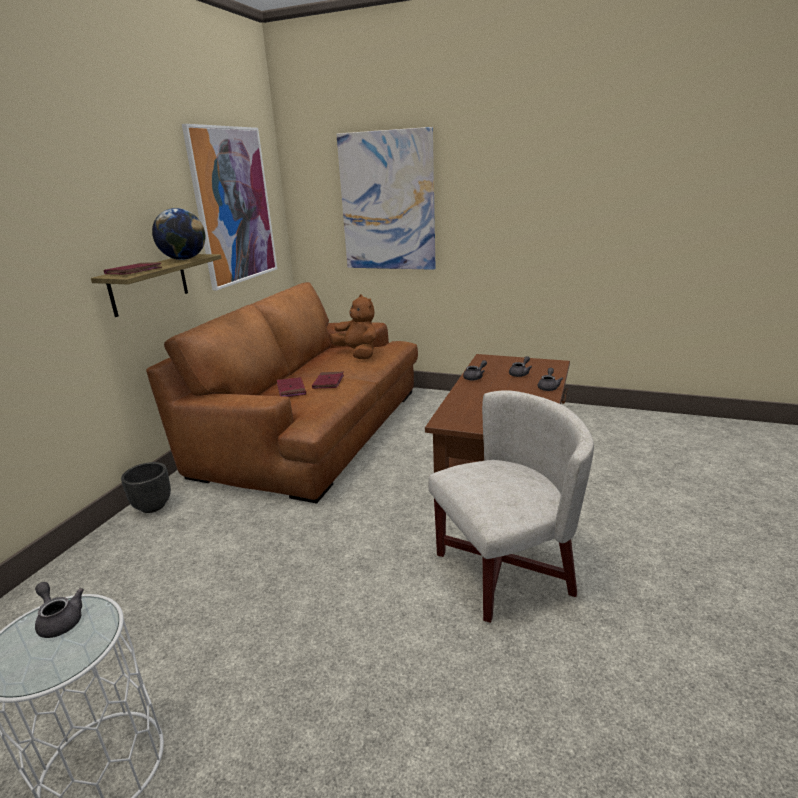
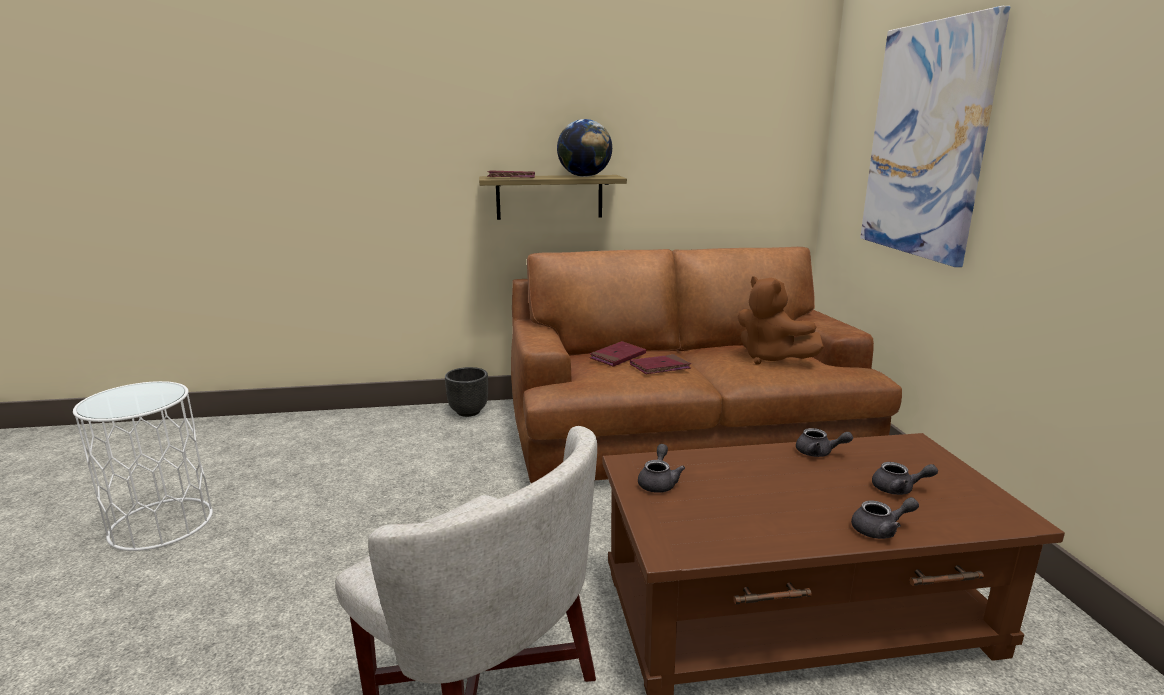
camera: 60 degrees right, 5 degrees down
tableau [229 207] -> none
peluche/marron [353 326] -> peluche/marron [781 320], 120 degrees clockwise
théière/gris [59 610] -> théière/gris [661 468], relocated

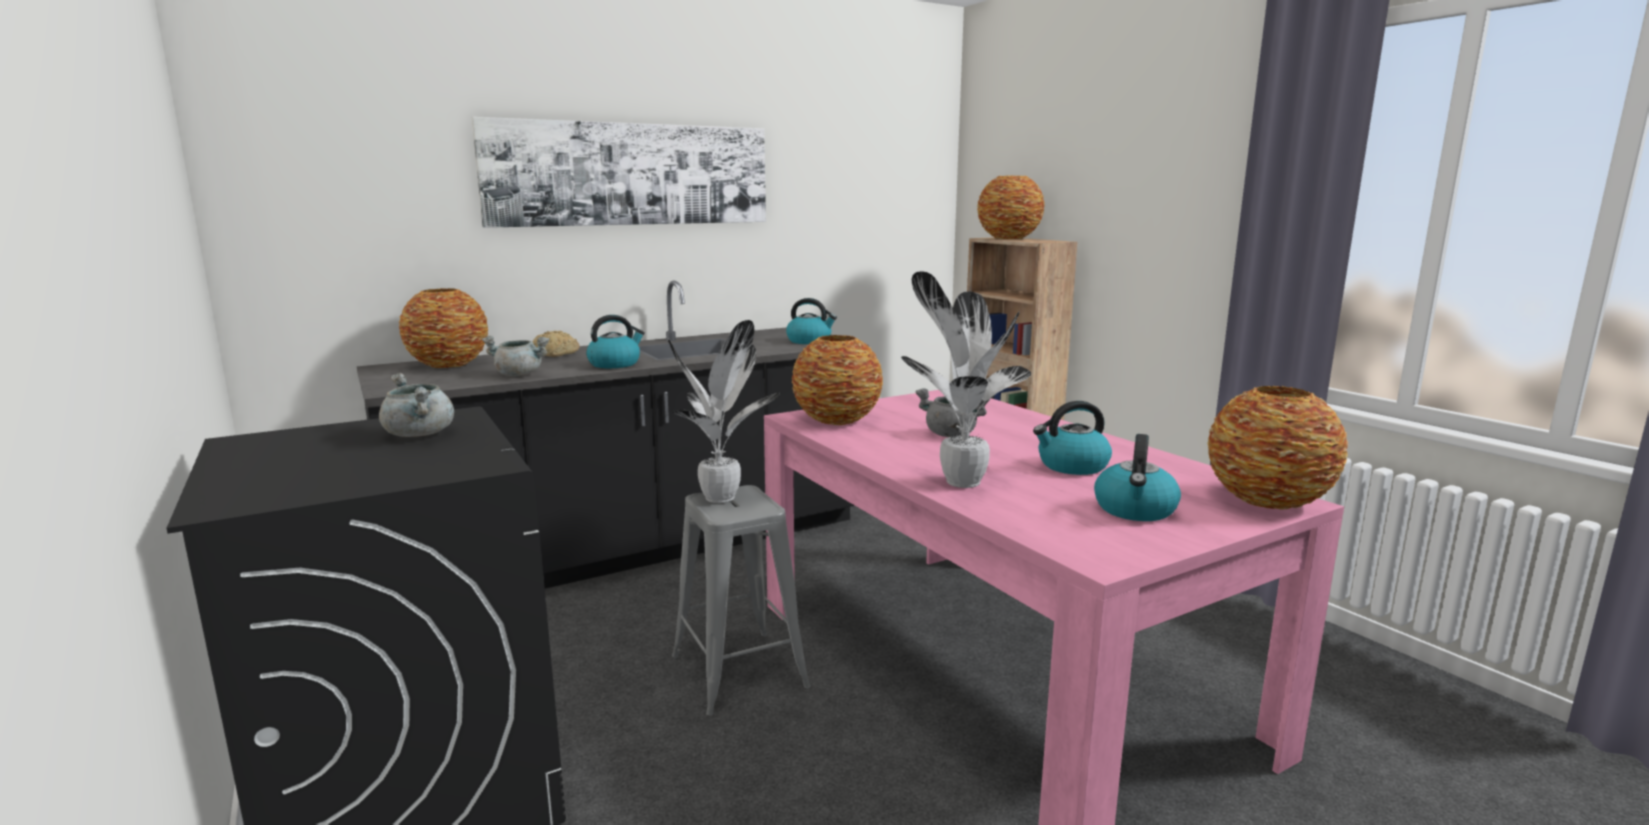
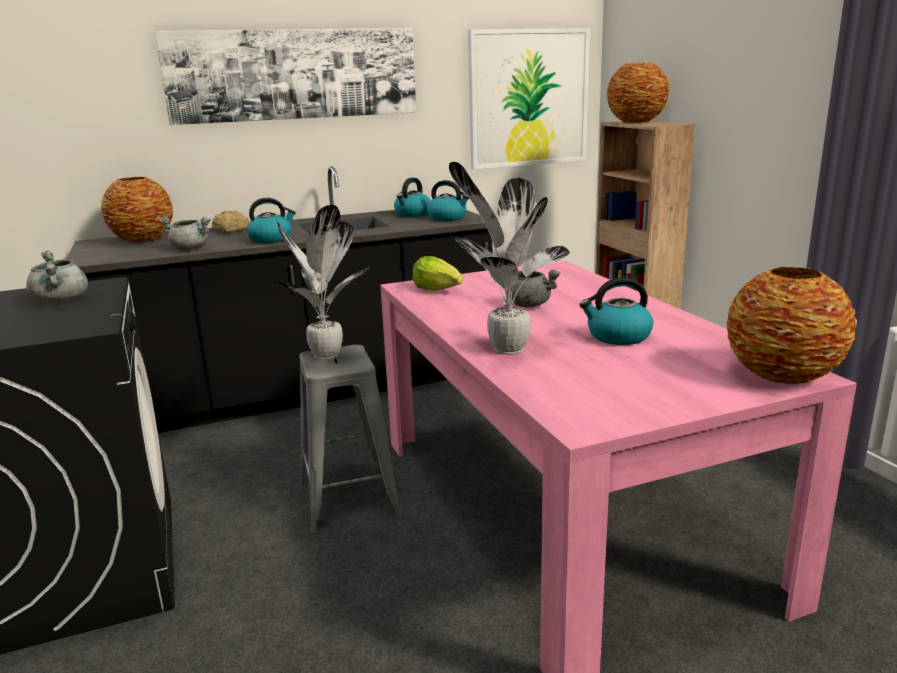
camera: 10 degrees right, 5 degrees up
vase [837 380] -> laitue [438 273]
bouilloire [1137 477] -> bouilloire [412 197], relocated
none -> tableau [529 98]

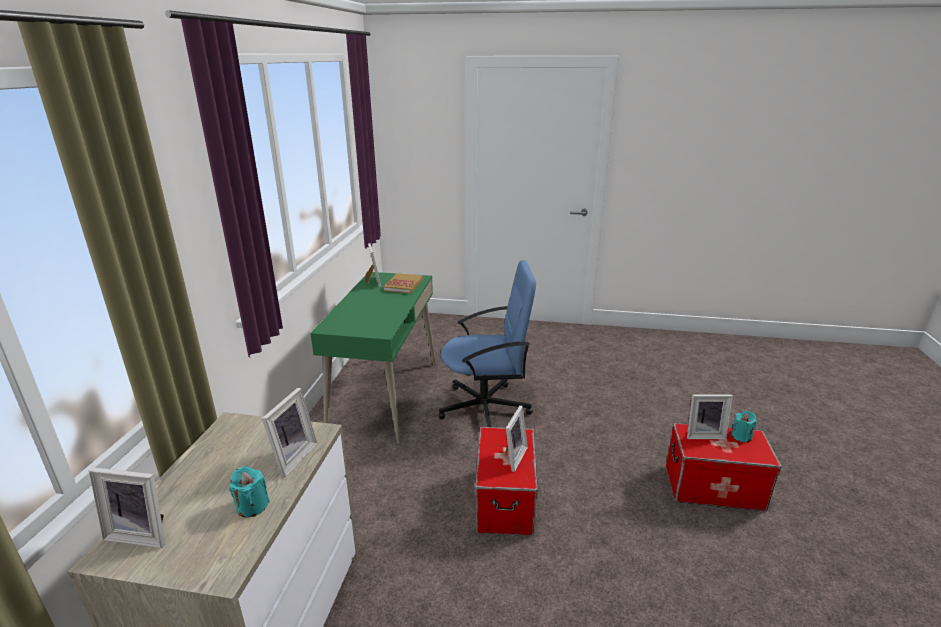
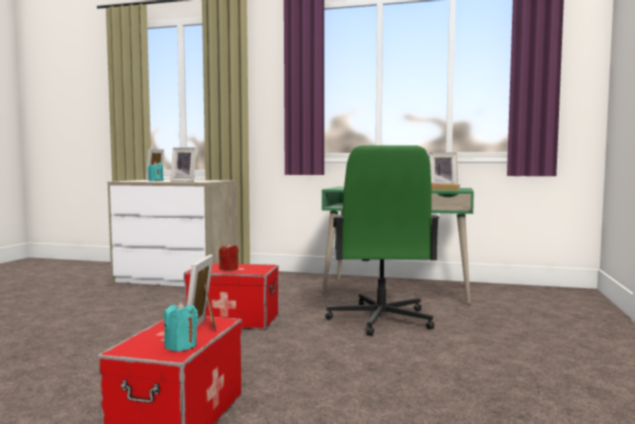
camera: 95 degrees right, 20 degrees down
chaise de bureau/bleu [487 343] -> chaise de bureau/vert [382 240]
cadre photo [516 438] -> bougie/rouge [228 257]

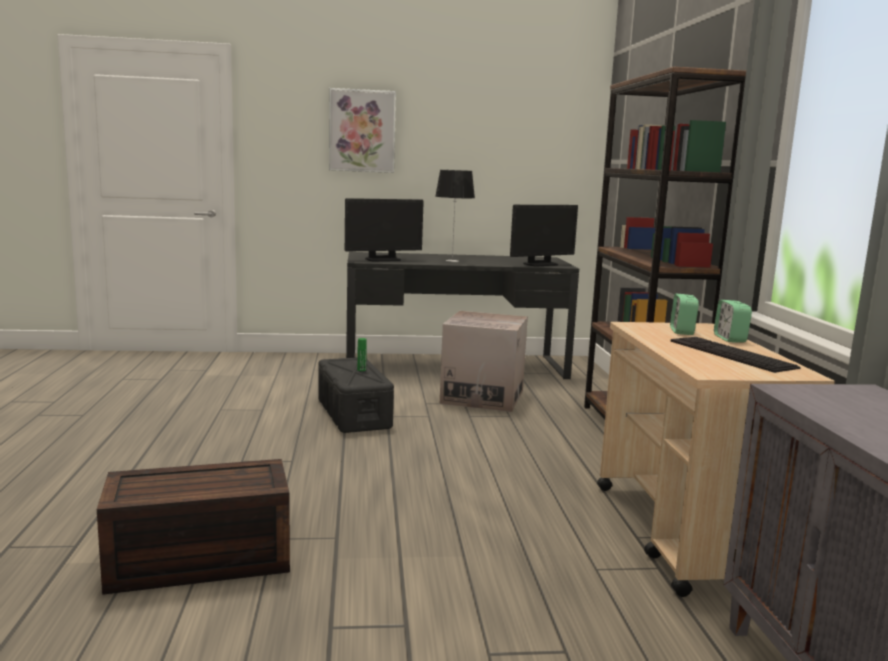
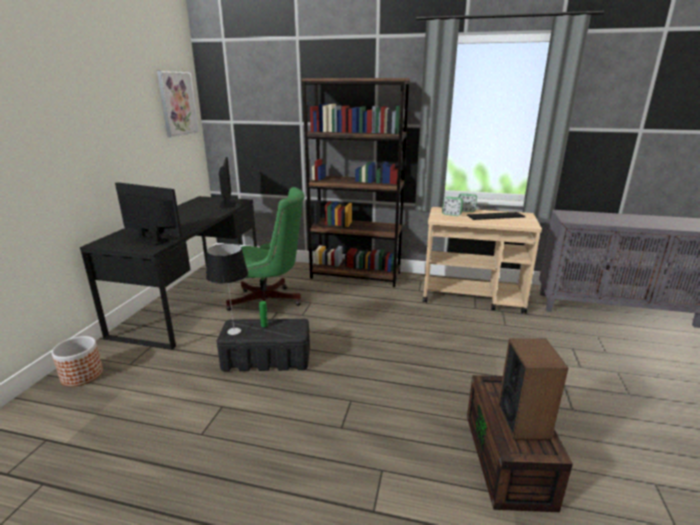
camera: 70 degrees left, 10 degrees up
tableau [362 130] -> tableau [178 104], relocated
lampe de table [455 216] -> lampe de table [227 289], relocated
écran d'ordinateur [384 229] -> écran d'ordinateur [148 214], 60 degrees counterclockwise
carton [484 361] -> chaise de bureau/vert [265 249]
none -> cache-pot [77 361]
none -> enceinte [533 389]

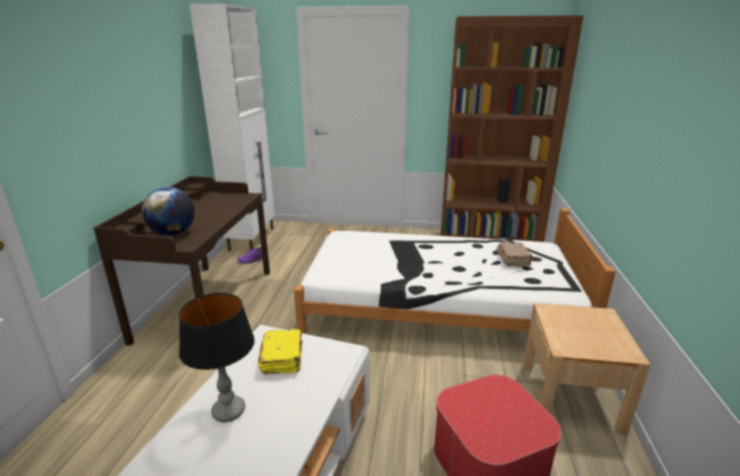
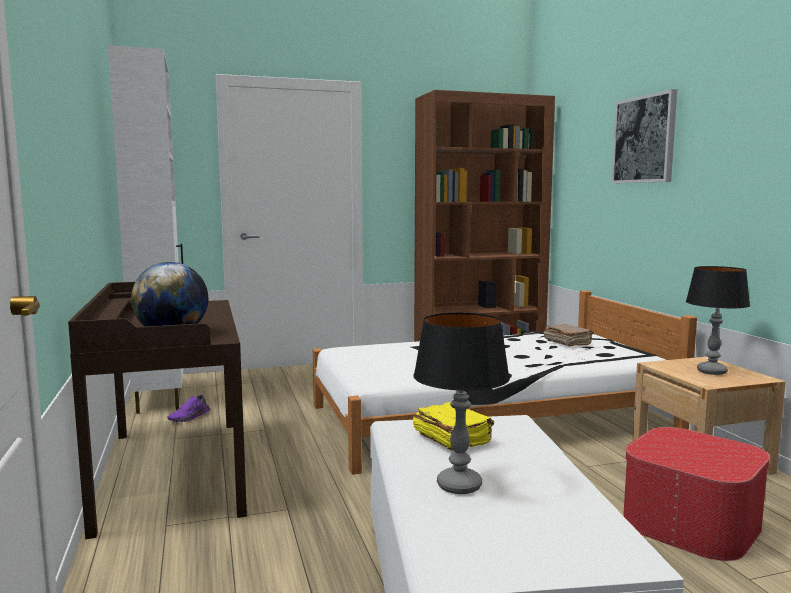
camera: 25 degrees left, 15 degrees down
none -> tableau [644 136]
none -> lampe de table [718 320]

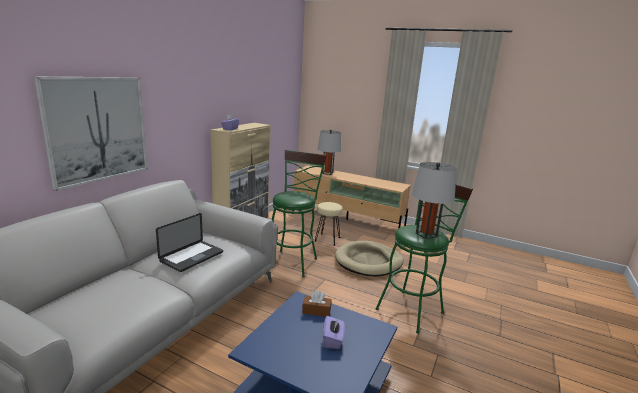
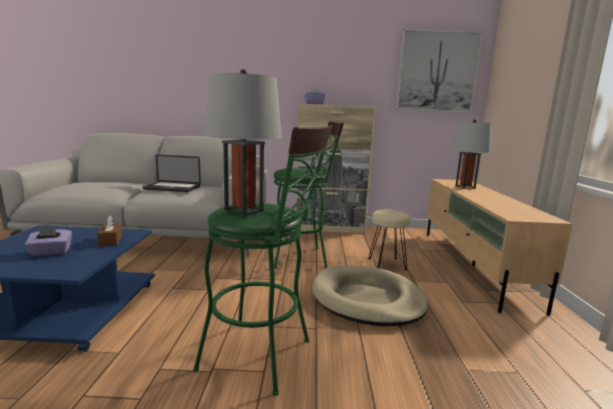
camera: 65 degrees right, 5 degrees down
tableau [91 134] -> tableau [439 71], relocated

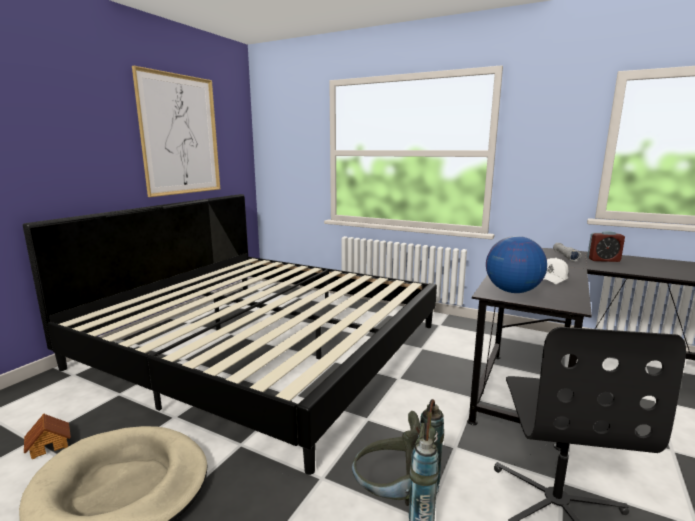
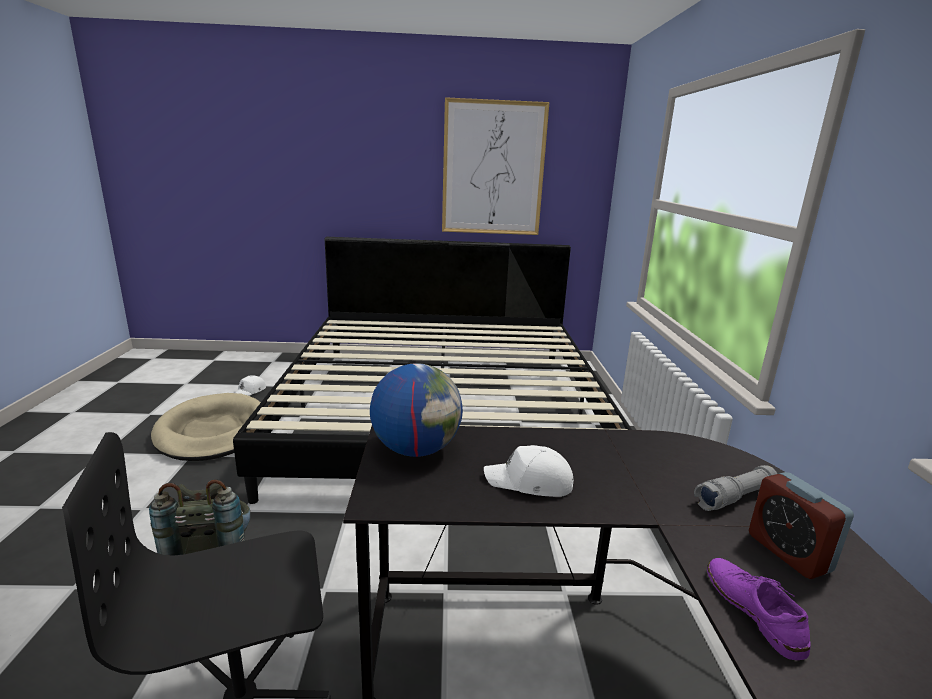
camera: 60 degrees right, 5 degrees up
maison miniature [47 436] -> casquette/blanc [250 385]
none -> chaussure/violet [759 609]

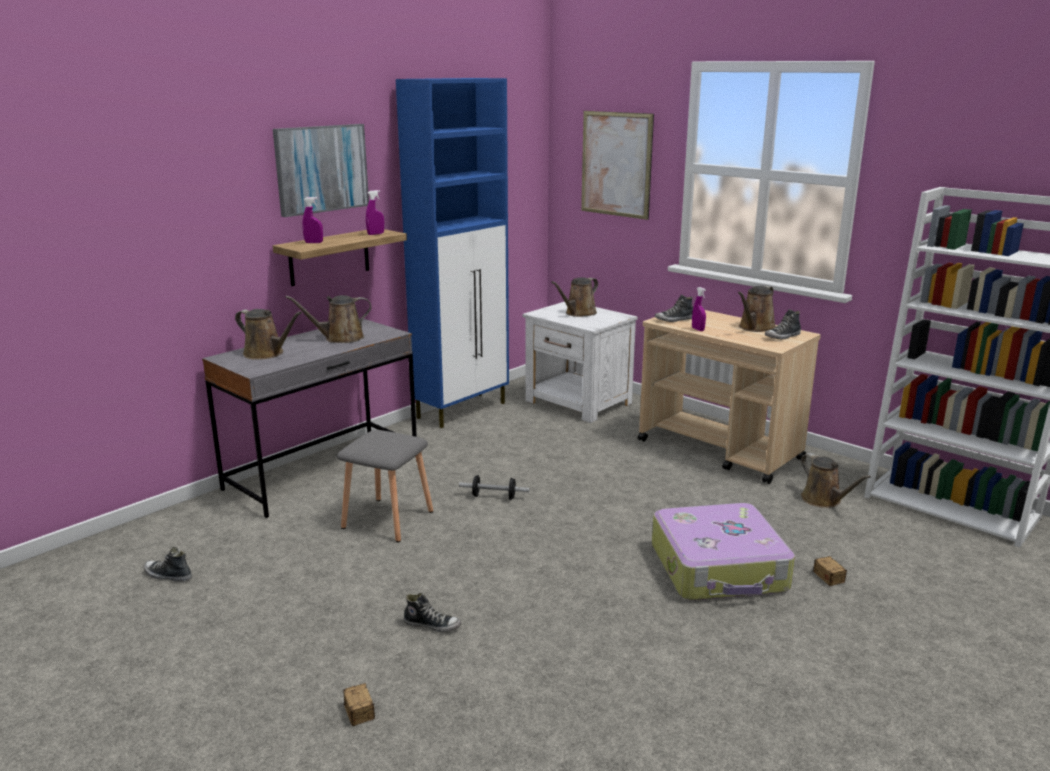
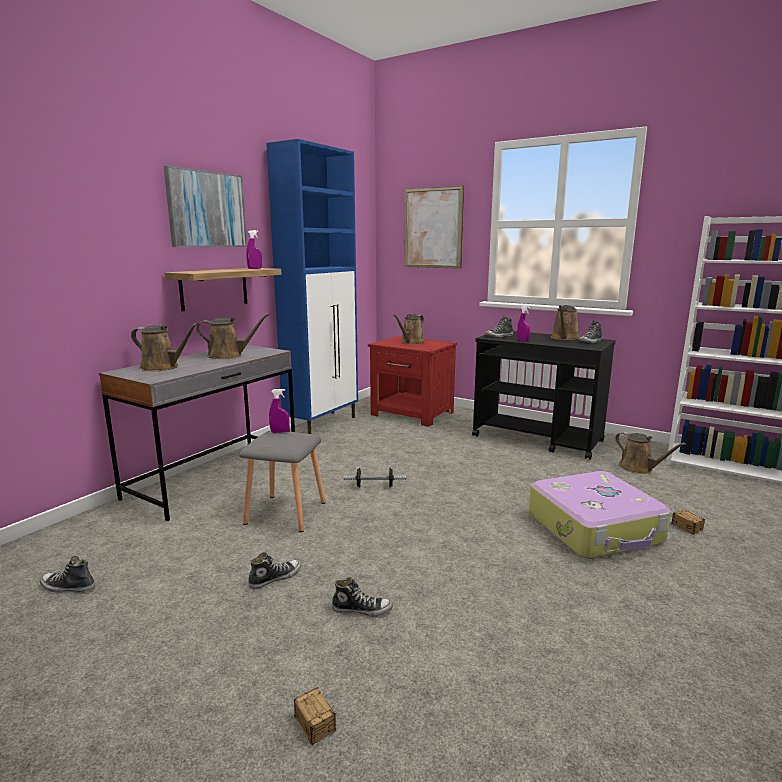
camera: 10 degrees left, 5 degrees down
vaporisateur/violet [312 220] -> vaporisateur/violet [279 411], relocated
arrosoir/marron [328 319] -> arrosoir/marron [233 336], 150 degrees counterclockwise
table de chevet/blanc [580 362] -> table de chevet/rouge [412 381]
chariot/beige [729 397] -> chariot/noir [544 395]
none -> chaussure [274 570]

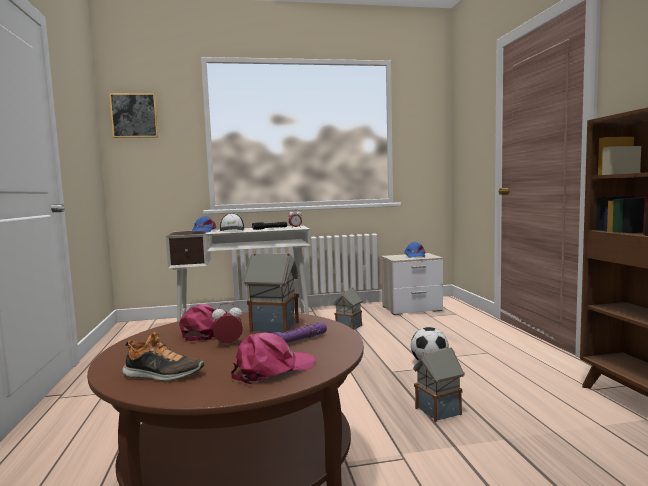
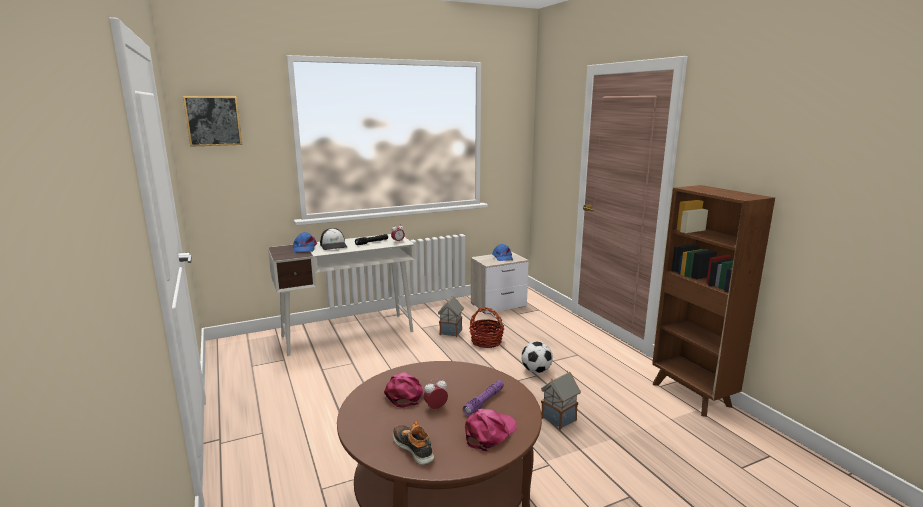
camera: 15 degrees left, 10 degrees up
maison miniature [271 292] -> none
chaussure [163 356] -> chaussure [414 443], 120 degrees counterclockwise
none -> panier [486 327]

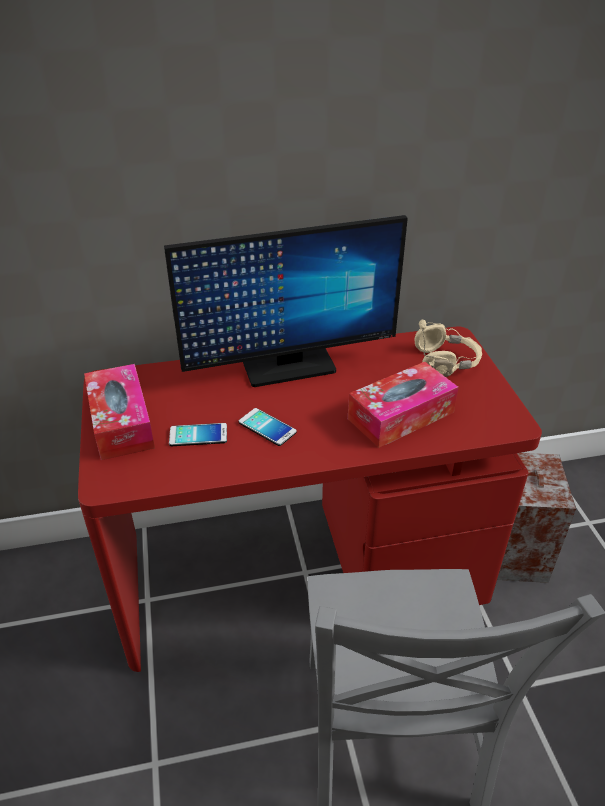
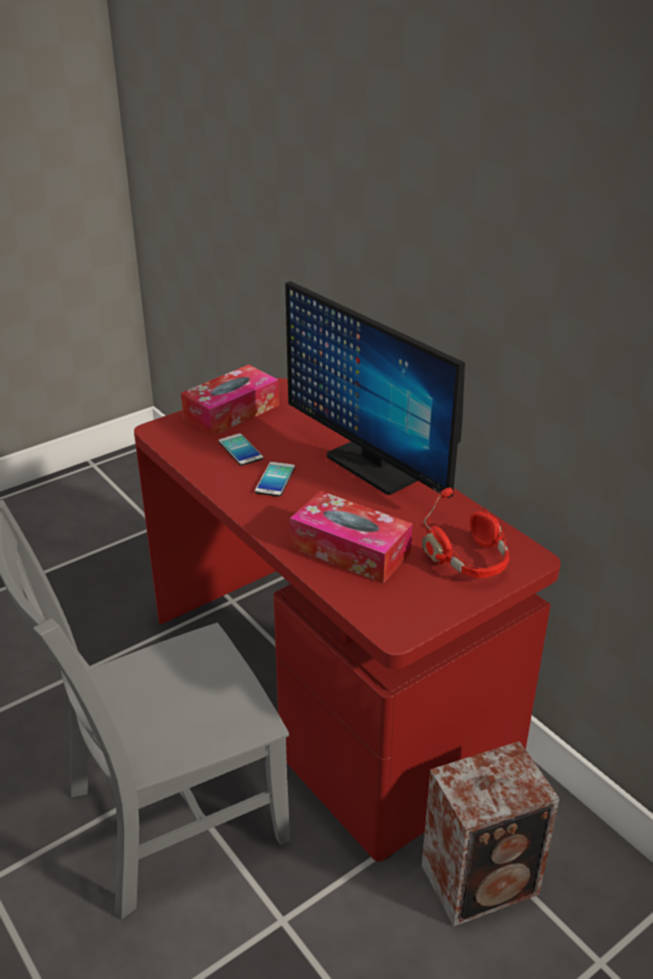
camera: 65 degrees right, 5 degrees down
casque audio/beige [448 348] -> casque audio/rouge [466 533]

